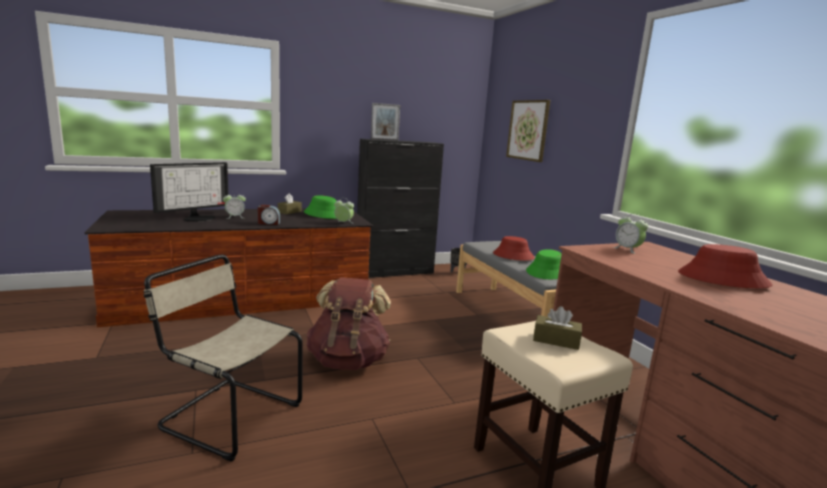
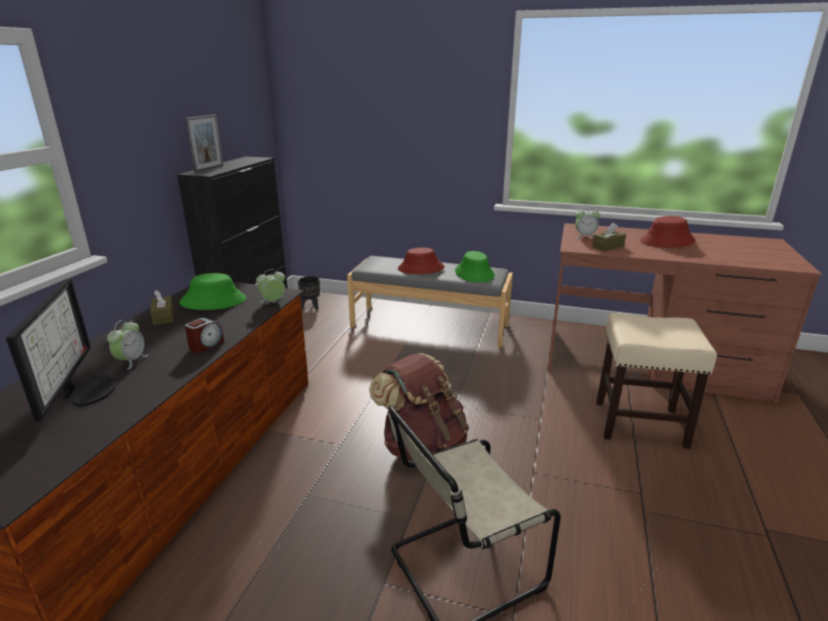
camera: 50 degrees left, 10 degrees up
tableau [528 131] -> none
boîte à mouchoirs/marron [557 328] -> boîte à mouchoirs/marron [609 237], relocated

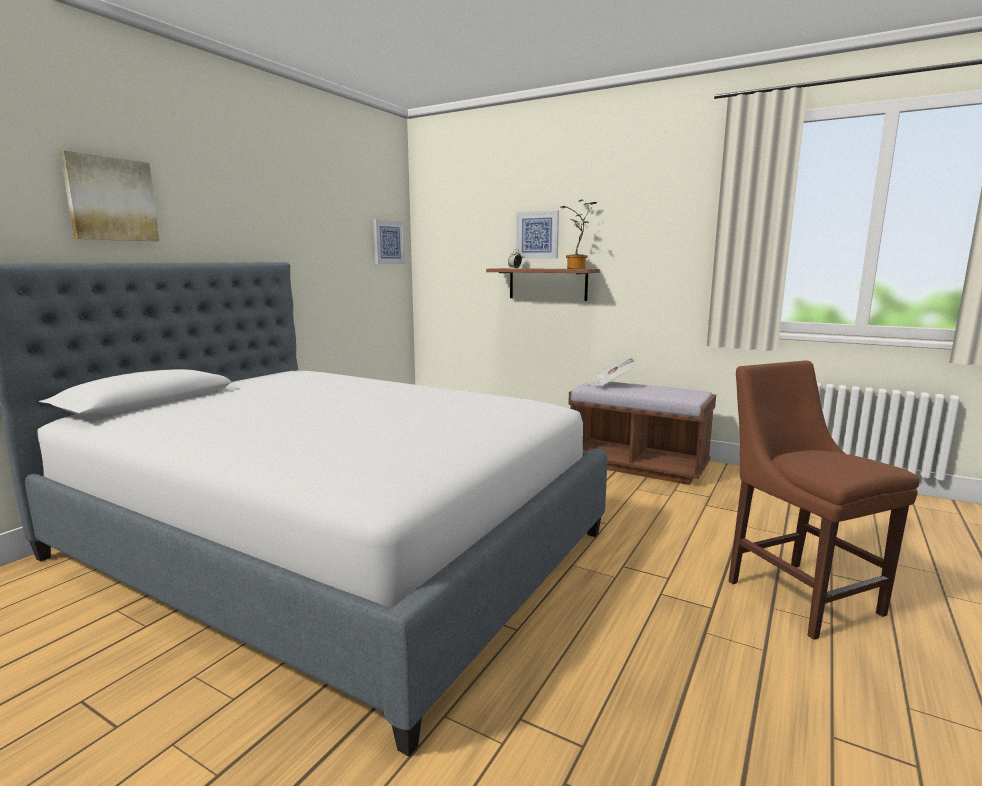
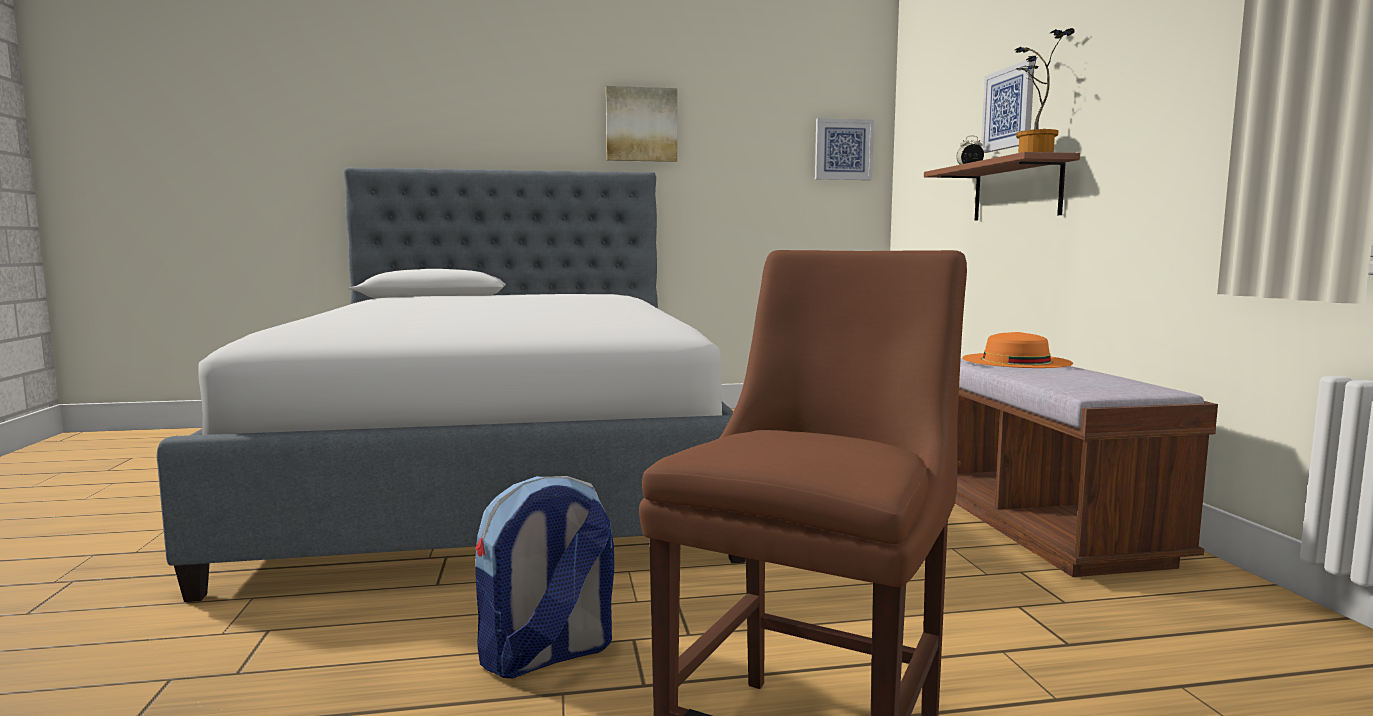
camera: 50 degrees right, 5 degrees down
tableau [109 196] -> tableau [641 124], relocated
journal [611 372] -> chapeau/orange [1017 350]
none -> sac à dos [544 577]

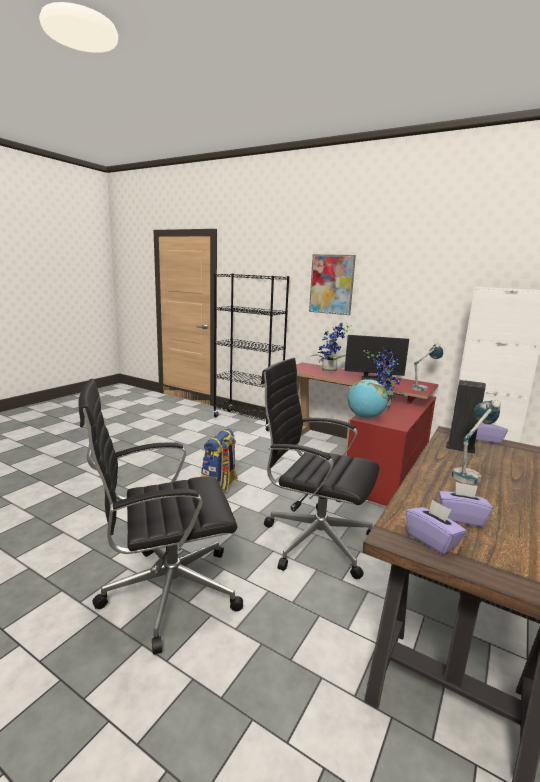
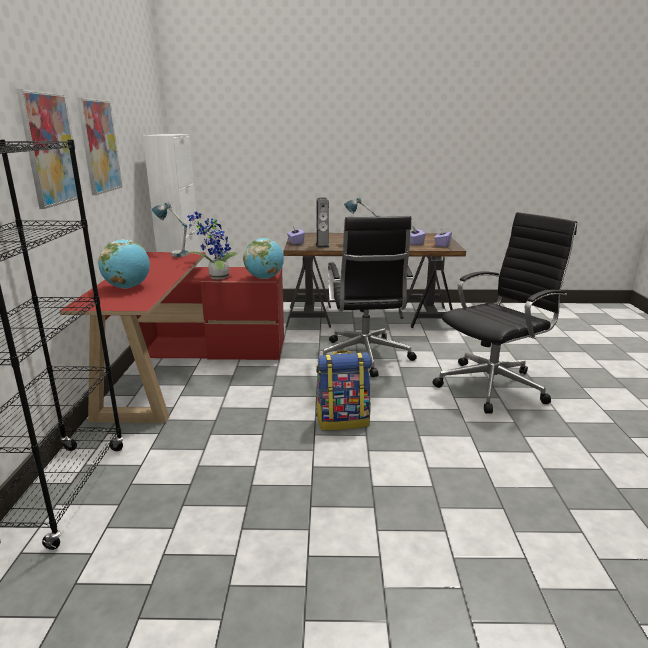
camera: 120 degrees left, 5 degrees up
plante en pot [331 347] -> globe [124 264]
écran d'ordinateur [377 358] -> none
chaise de bureau/noir [161 517] -> chaise de bureau/noir [505 313], 75 degrees counterclockwise
none -> tableau [99 146]

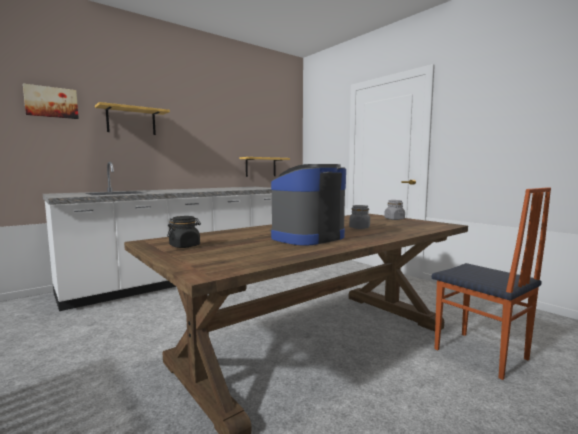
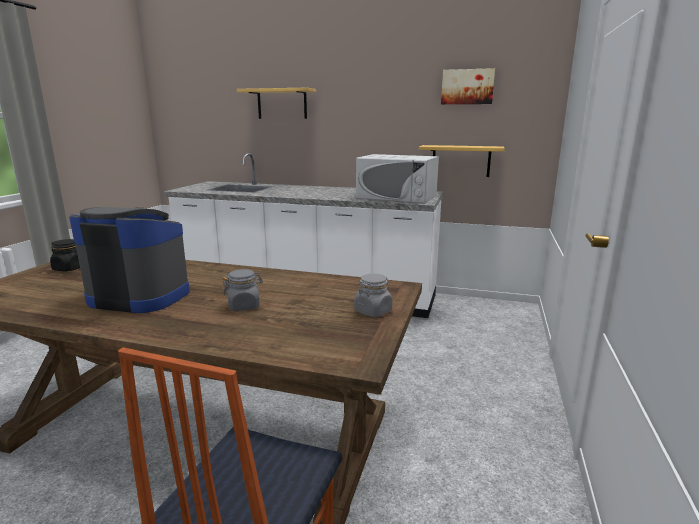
camera: 55 degrees right, 10 degrees up
tableau [51 101] -> tableau [468 86], relocated
none -> micro-ondes/blanc [397 178]

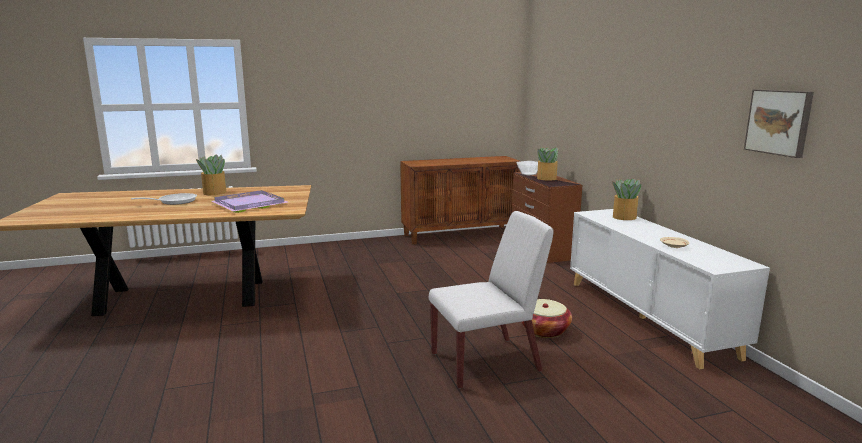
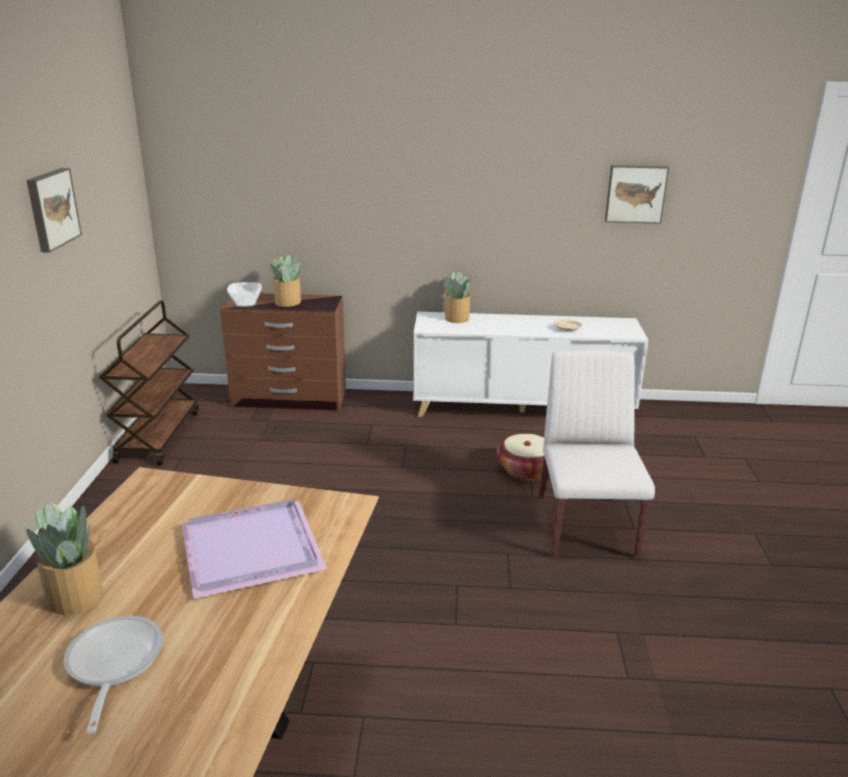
camera: 70 degrees left, 10 degrees up
meuble de rangement/marron [460 200] -> chariot/marron [149 383]
none -> tableau [54 210]

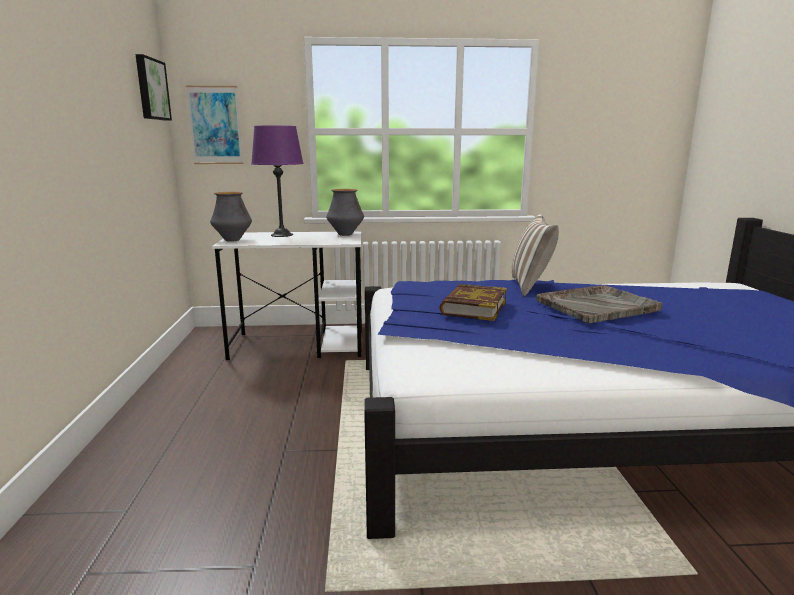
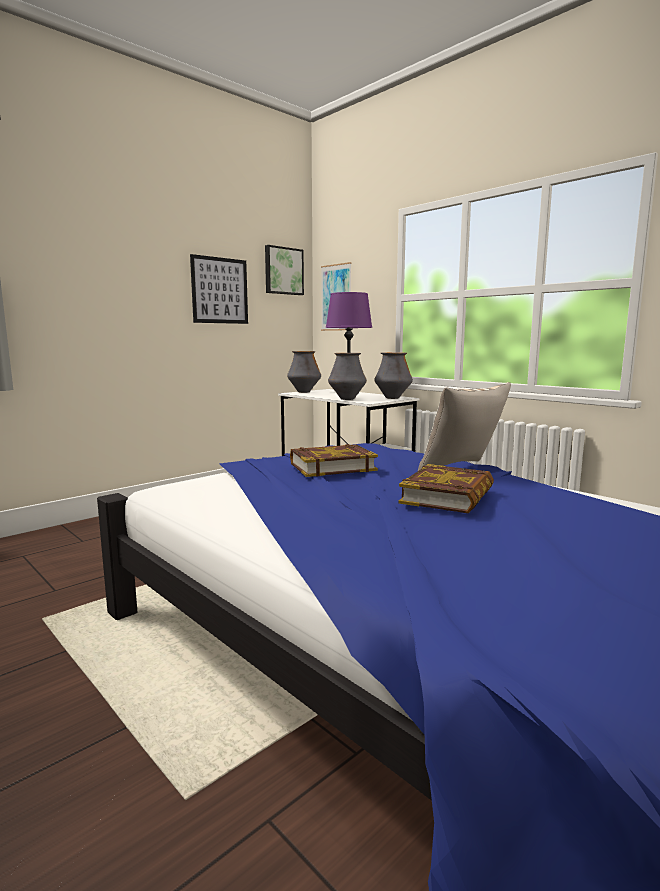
camera: 50 degrees right, 5 degrees down
plateau/gris [599 304] -> livre [446 488]
none -> tableau [219 289]
none -> vase [347 376]

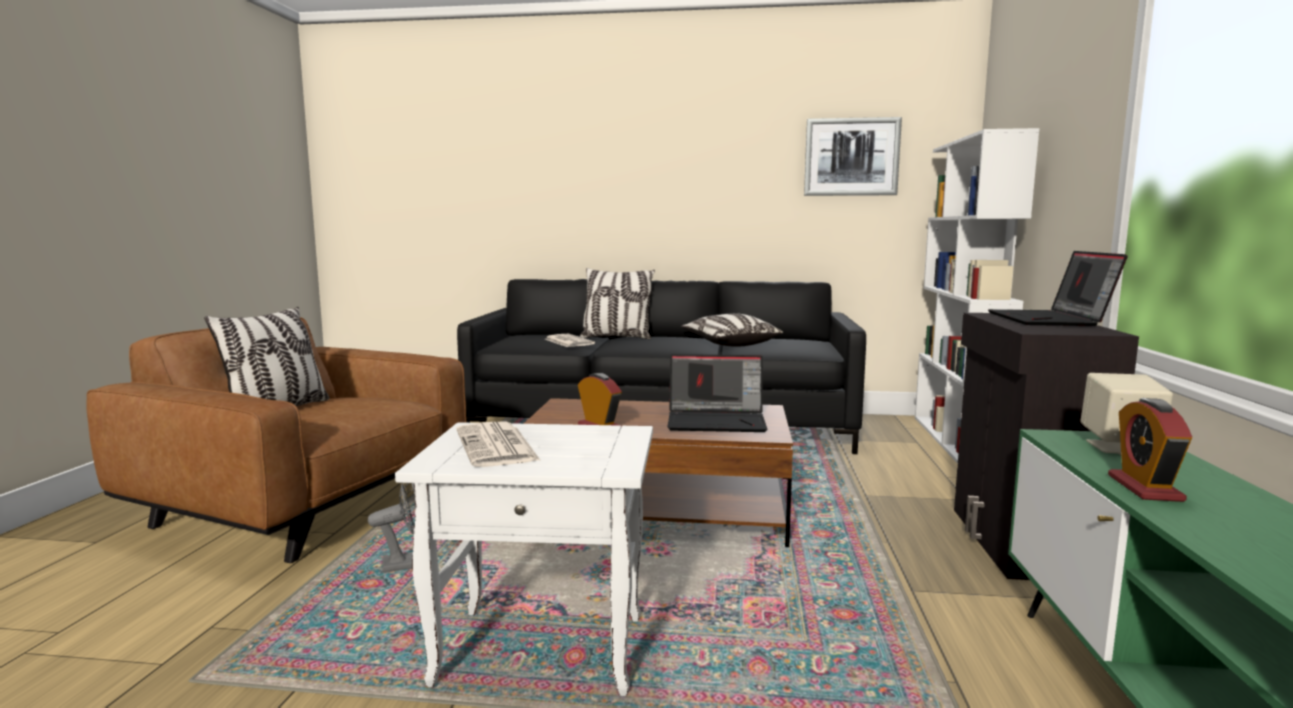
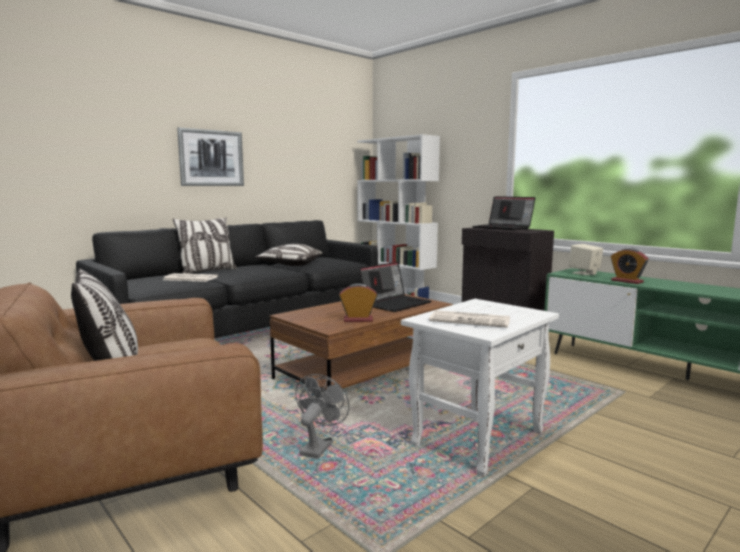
camera: 50 degrees left, 0 degrees up
tableau [853 156] -> tableau [210 156], relocated

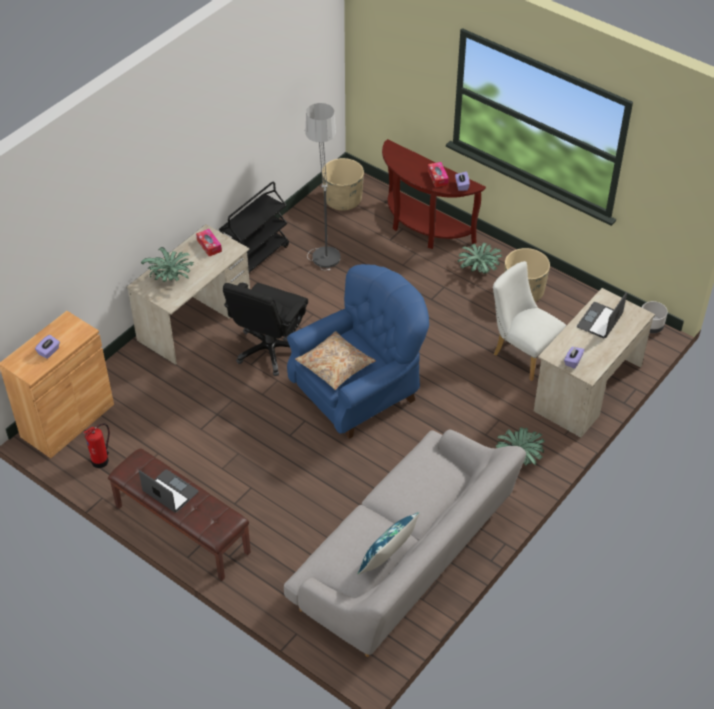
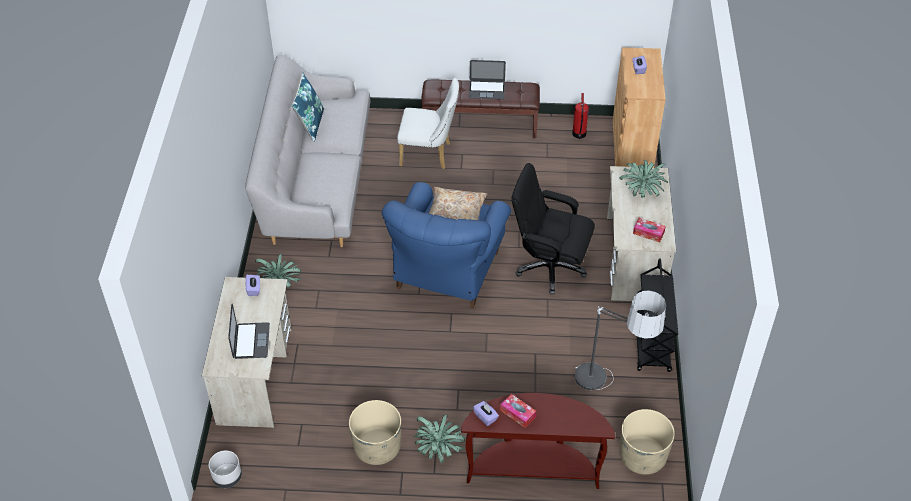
camera: 145 degrees right, 0 degrees up
chaise/blanc [529 321] -> chaise/blanc [428 123], relocated
chaise de bureau/noir [265 329] -> chaise de bureau/noir [553 229], 60 degrees counterclockwise

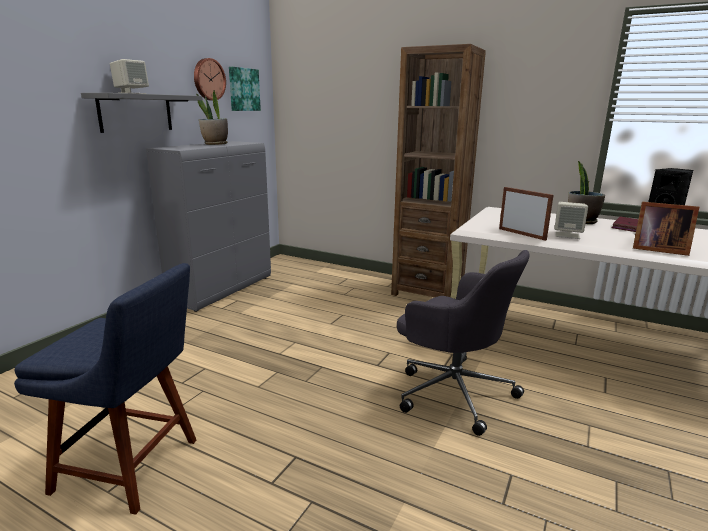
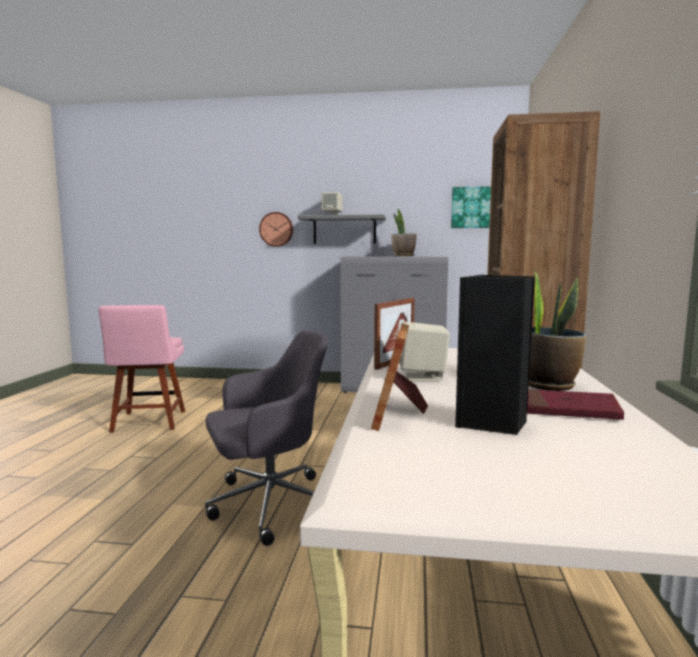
camera: 70 degrees right, 10 degrees down
horloge murale [210 79] -> horloge murale [276 229], relocated
chaise de bureau/gris [463 343] -> chaise de bureau/gris [266 438], 135 degrees counterclockwise
chaise/bleu [105 389] -> chaise/rose [141 369]

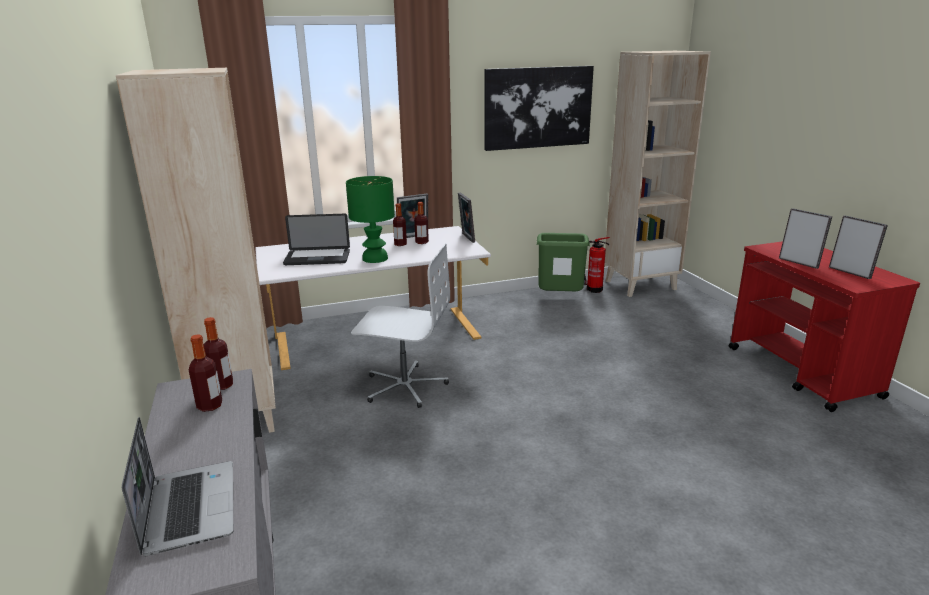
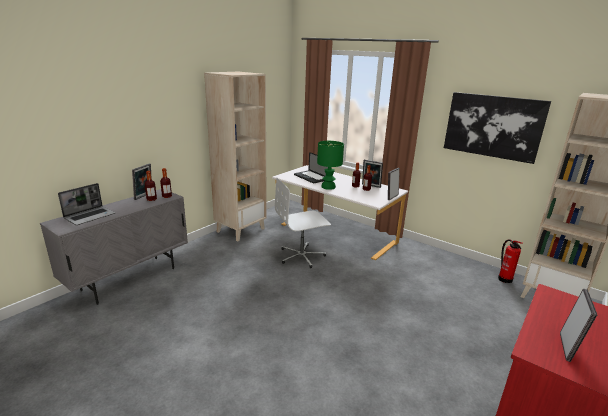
camera: 55 degrees right, 0 degrees up
cadre photo [805 238] -> cadre photo [141 182], relocated
poubelle/vert [563 262] -> none
chaise de bureau/blanc [400 325] -> chaise de bureau/blanc [303 222], 90 degrees clockwise

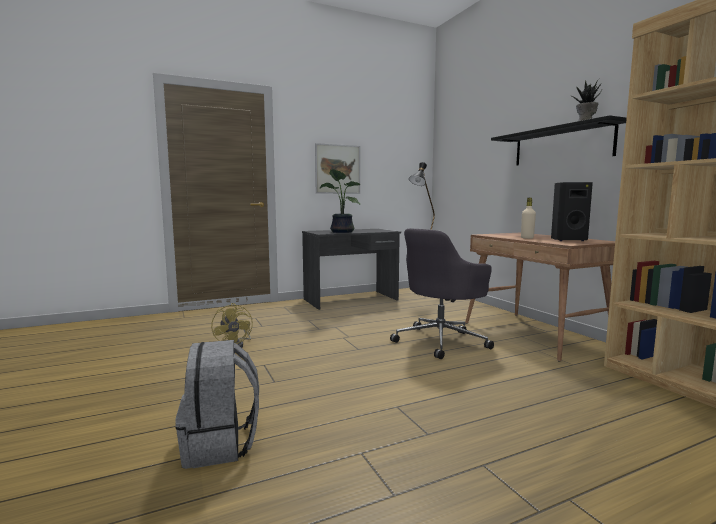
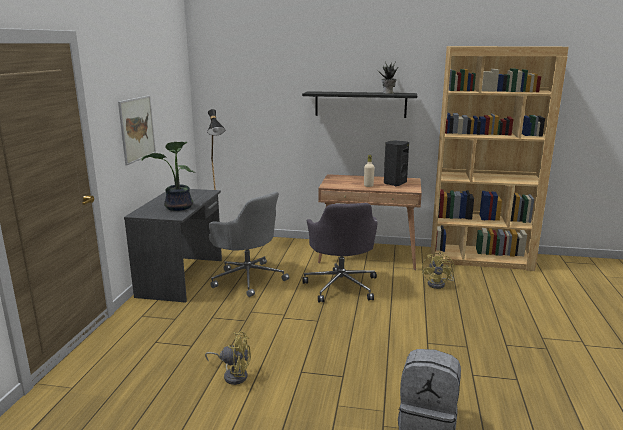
camera: 55 degrees left, 10 degrees up
none -> chaise de bureau/gris [249 244]
none -> ventilateur/jaune [438 270]

